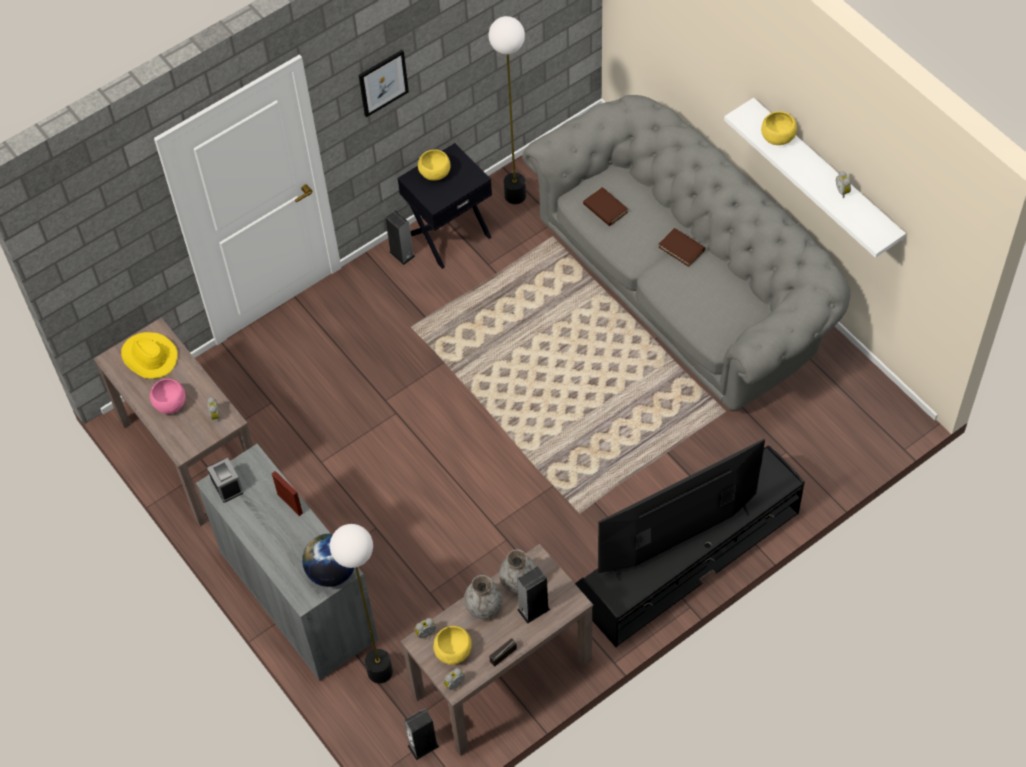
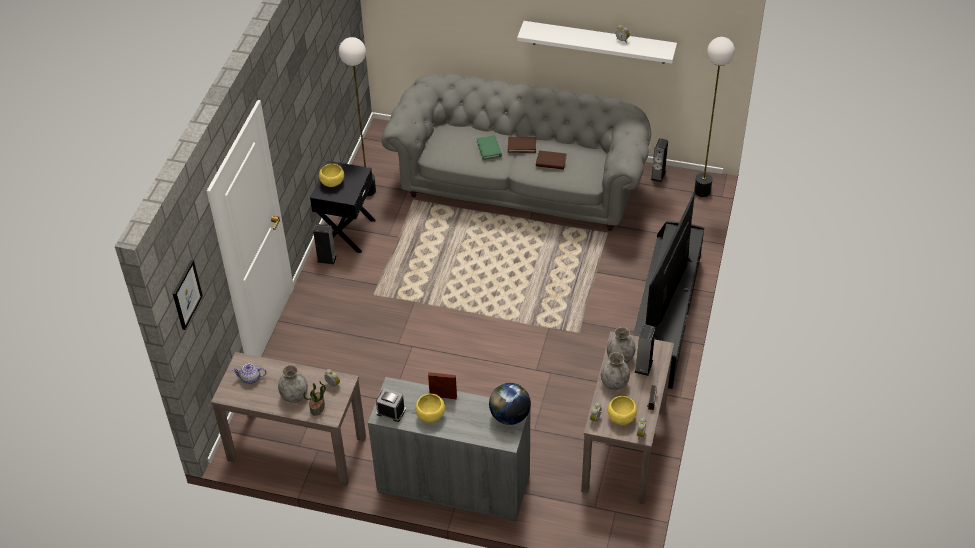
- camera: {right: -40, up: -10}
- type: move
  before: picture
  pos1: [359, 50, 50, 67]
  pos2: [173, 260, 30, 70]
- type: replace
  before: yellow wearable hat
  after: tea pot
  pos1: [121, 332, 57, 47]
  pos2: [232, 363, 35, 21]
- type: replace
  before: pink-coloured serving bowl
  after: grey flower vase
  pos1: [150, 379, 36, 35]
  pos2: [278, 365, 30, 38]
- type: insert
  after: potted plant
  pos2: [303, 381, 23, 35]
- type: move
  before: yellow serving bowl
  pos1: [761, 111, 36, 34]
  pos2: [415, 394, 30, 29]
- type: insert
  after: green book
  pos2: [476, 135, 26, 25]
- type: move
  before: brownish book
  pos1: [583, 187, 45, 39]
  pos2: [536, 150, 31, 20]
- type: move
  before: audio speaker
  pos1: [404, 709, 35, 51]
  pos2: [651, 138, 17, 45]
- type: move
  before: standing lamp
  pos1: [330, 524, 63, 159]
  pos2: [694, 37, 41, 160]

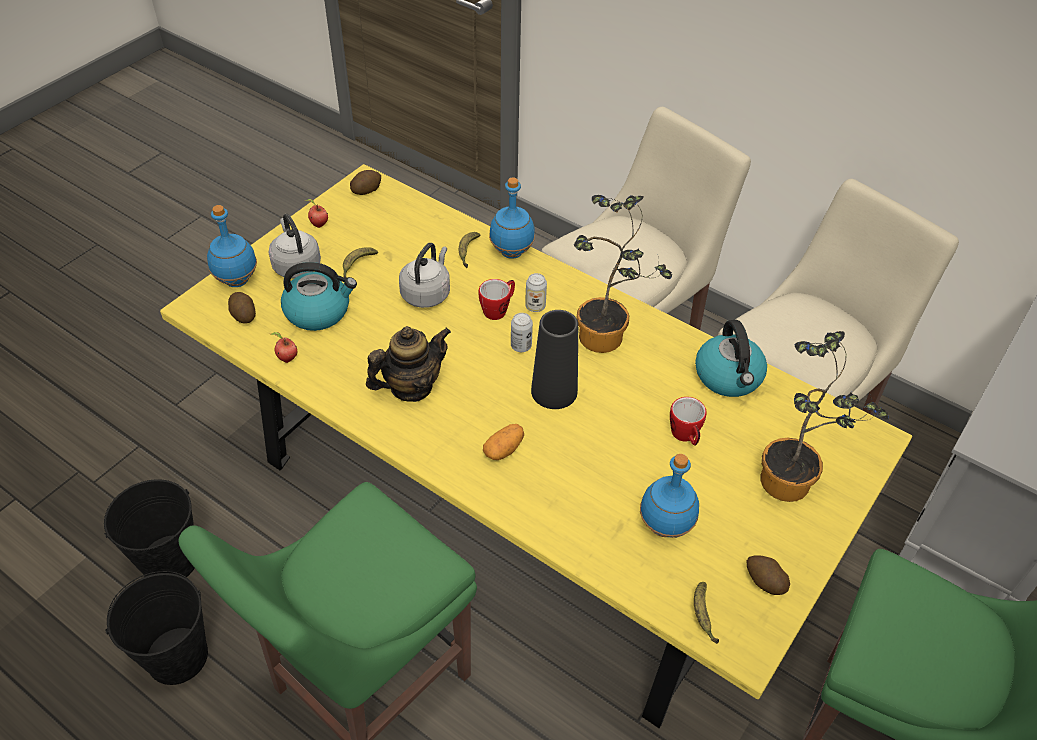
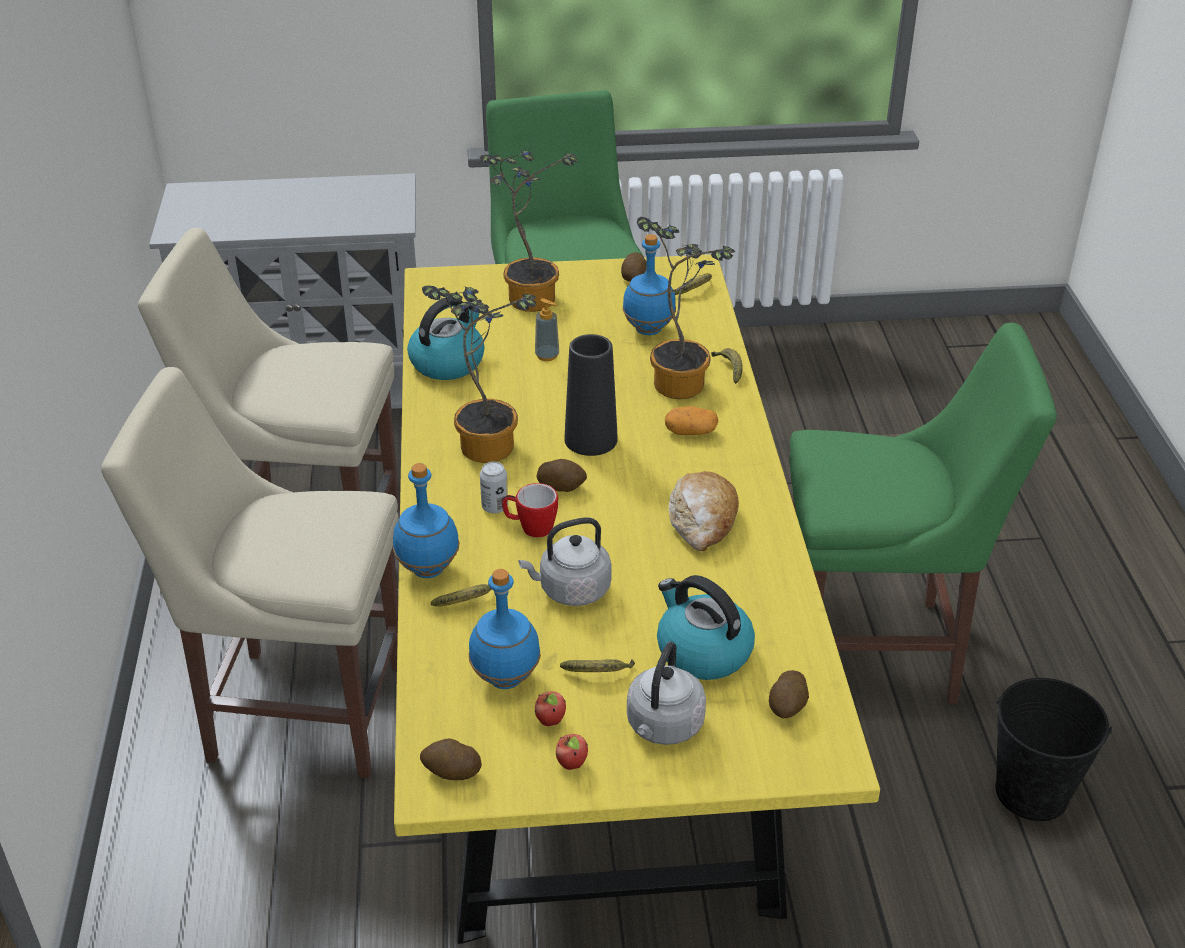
- camera: {right: -130, up: -10}
- type: move
  before: blue drink bottle
  pos1: [207, 205, 50, 82]
  pos2: [469, 569, 72, 120]
- type: replace
  before: tea mug
  after: liquid soap bottle
  pos1: [670, 397, 37, 49]
  pos2: [535, 298, 24, 63]
- type: move
  before: apple fruit
  pos1: [270, 332, 28, 31]
  pos2: [535, 691, 31, 35]
- type: replace
  before: sealed can
  after: whole potato
  pos1: [511, 313, 22, 39]
  pos2: [537, 459, 50, 33]
- type: insert
  after: potted plant
  pos2: [637, 217, 98, 182]
- type: replace
  before: tea pot
  after: bakery bread
  pos1: [366, 326, 85, 76]
  pos2: [668, 471, 71, 80]
- type: insert
  after: banana
  pos2: [711, 348, 32, 36]
- type: delete
  before: black-coloured water bucket
  pos1: [104, 479, 91, 98]

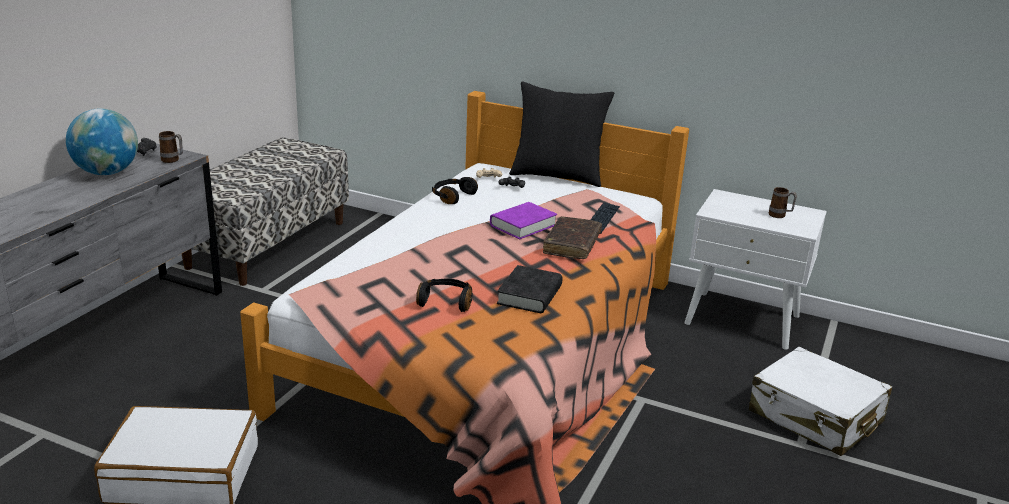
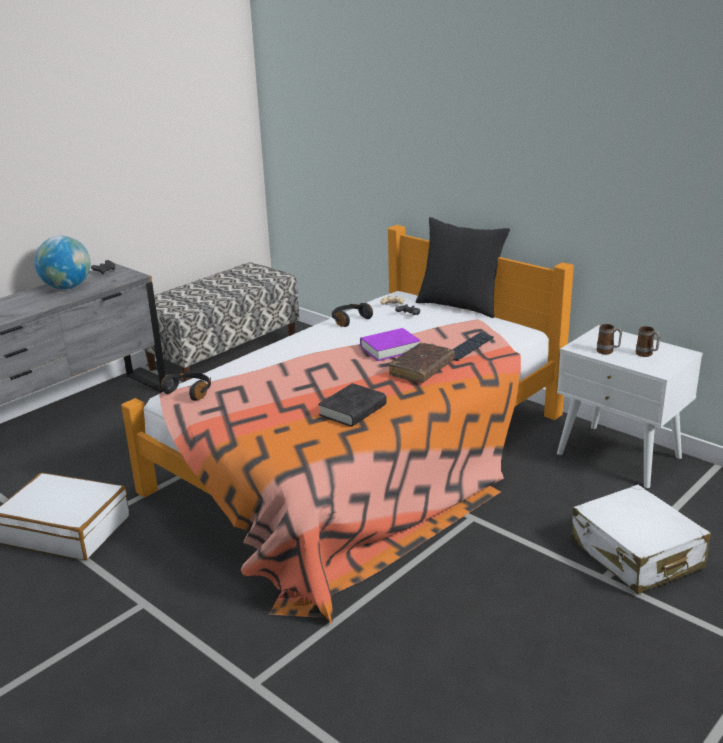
- camera: {right: 20, up: 0}
- type: move
  before: black-coloured pair of headphones
  pos1: [416, 279, 57, 33]
  pos2: [161, 372, 50, 29]
- type: move
  before: tea mug
  pos1: [159, 131, 24, 32]
  pos2: [597, 324, 25, 31]

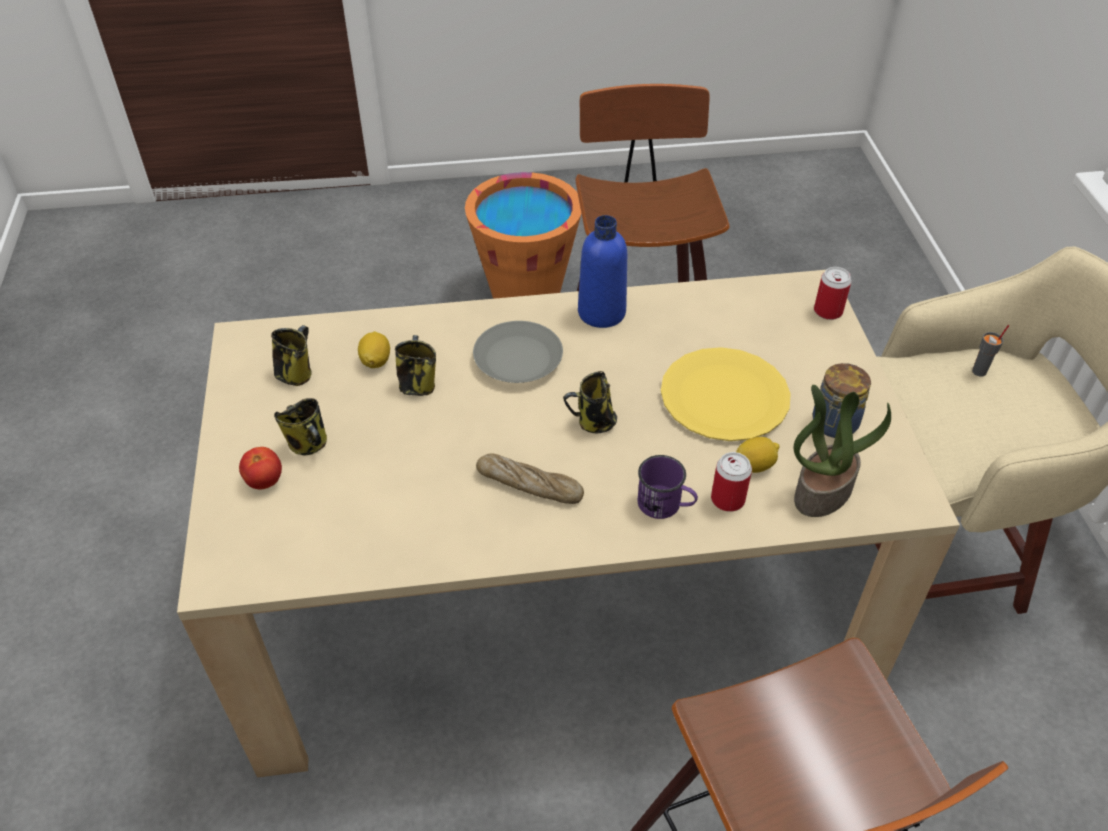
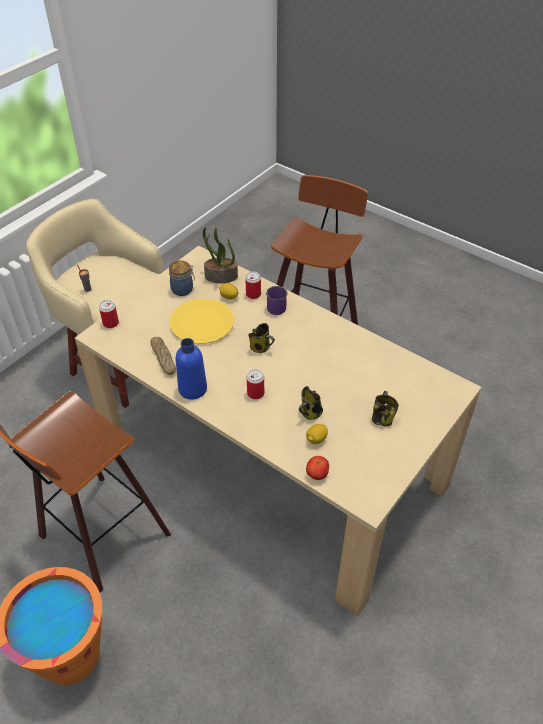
- camera: {right: -135, up: 0}
- type: move
  before: bakery bread
  pos1: [476, 454, 108, 50]
  pos2: [150, 337, 26, 38]
- type: replace
  before: grey flat dish
  after: sealed can
  pos1: [473, 321, 90, 62]
  pos2: [247, 369, 17, 30]
- type: move
  before: tomato
  pos1: [239, 447, 43, 42]
  pos2: [306, 456, 23, 24]
- type: delete
  before: tea mug
  pos1: [271, 325, 41, 61]

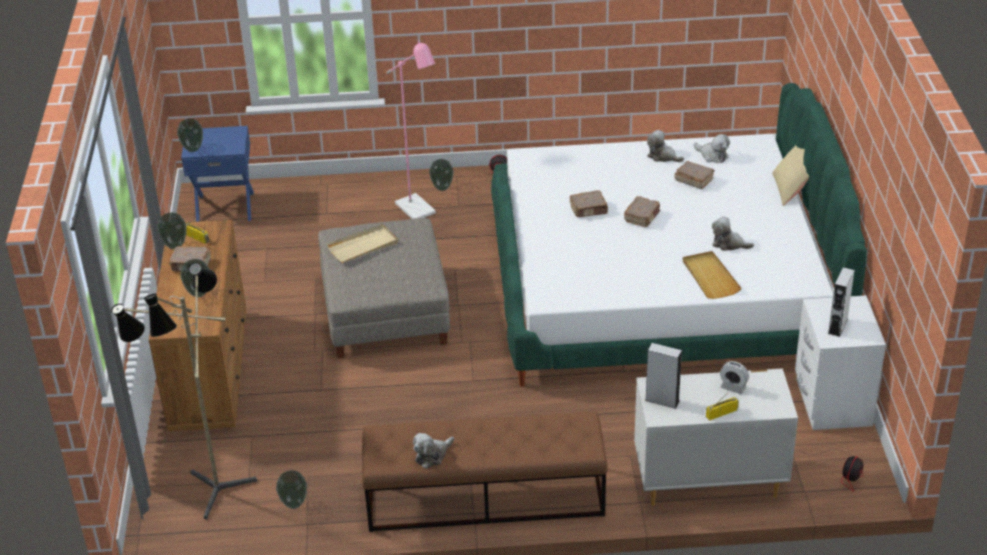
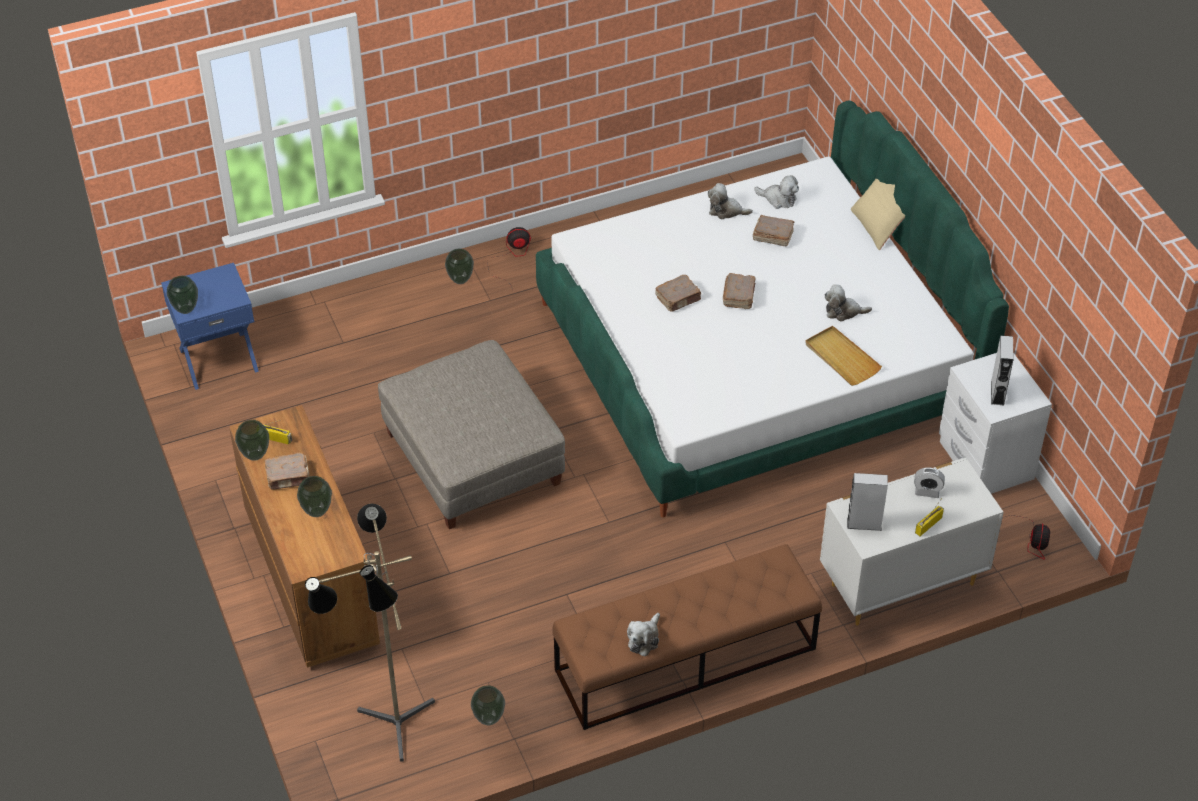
- camera: {right: -20, up: 10}
- type: delete
  before: beige-coloured tray
  pos1: [327, 224, 71, 39]
- type: delete
  before: pink-coloured standing lamp
  pos1: [386, 40, 50, 179]

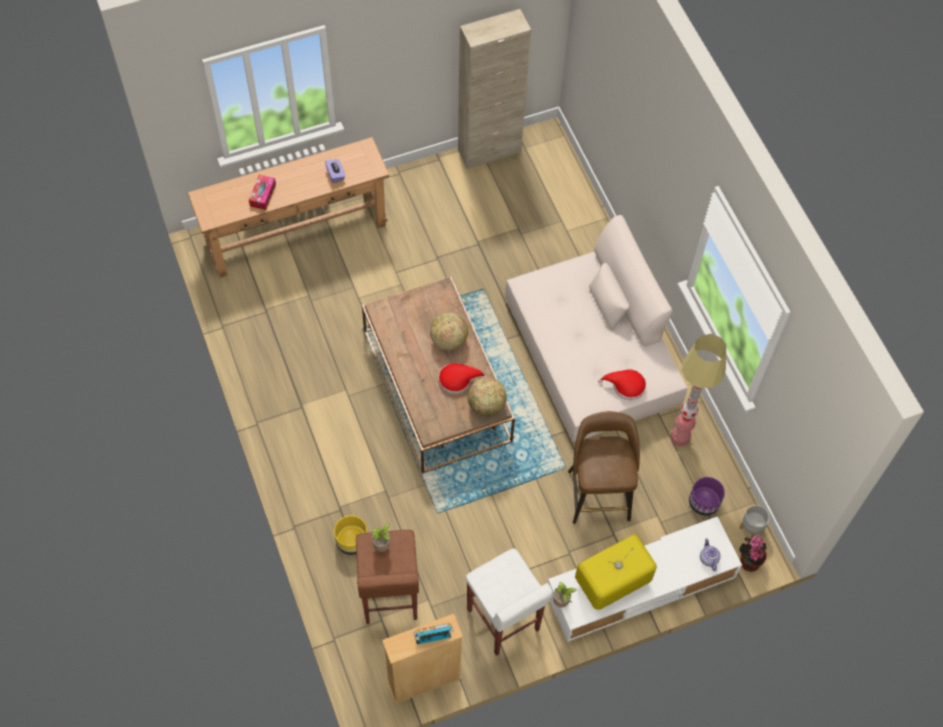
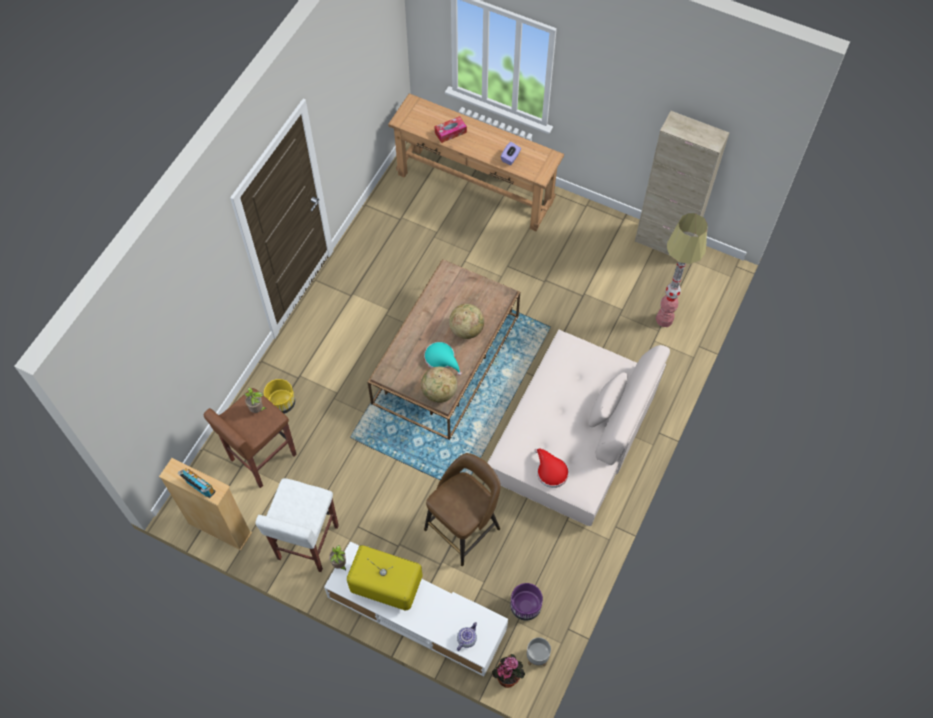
- camera: {right: 50, up: 0}
- type: recolor
  before: red-coloured wearable hat
  after: turquoise wearable hat
  pos1: [438, 363, 49, 31]
  pos2: [424, 342, 38, 34]
- type: move
  before: standing lamp
  pos1: [670, 334, 56, 113]
  pos2: [656, 213, 52, 114]

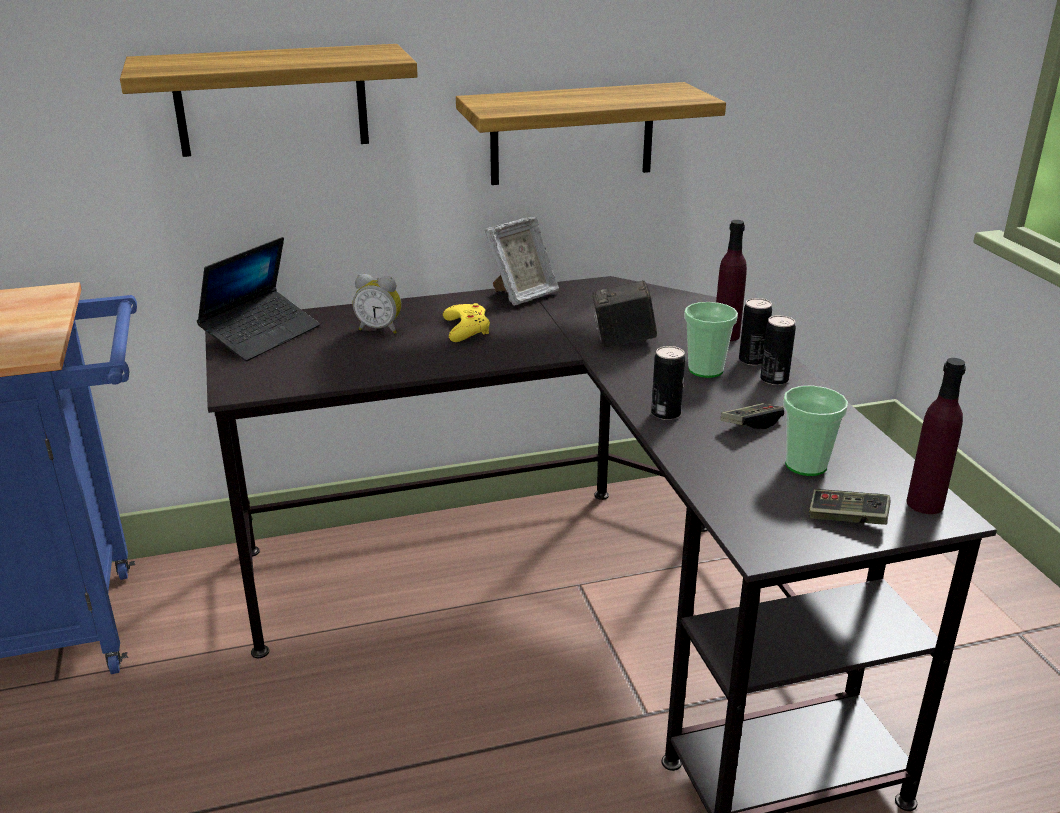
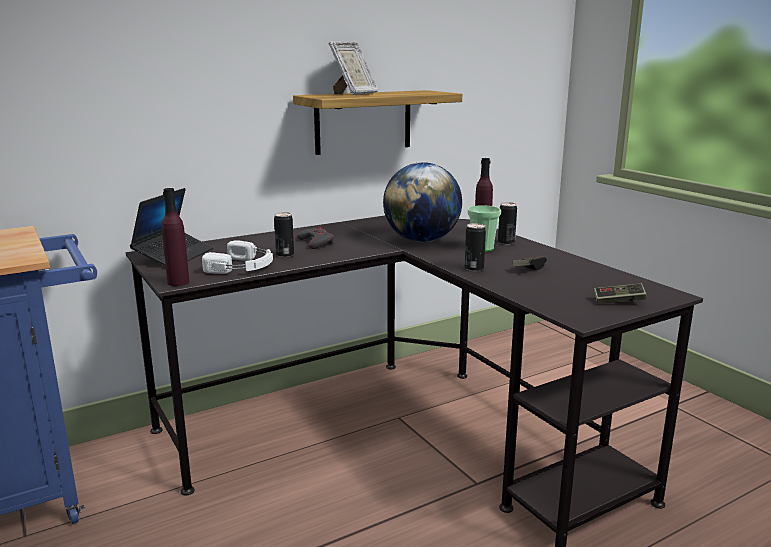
- camera: {right: -15, up: -10}
- type: move
  before: purple drink bottle
  pos1: [906, 358, 60, 156]
  pos2: [162, 188, 27, 98]
- type: insert
  after: white pair of headphones
  pos2: [202, 240, 71, 34]
- type: move
  before: sealed can
  pos1: [760, 315, 36, 70]
  pos2: [274, 212, 20, 45]
- type: recolor
  before: yellow game controller
  after: grey game controller
  pos1: [443, 303, 47, 39]
  pos2: [297, 227, 37, 22]
- type: move
  before: photo frame
  pos1: [485, 217, 74, 89]
  pos2: [329, 41, 49, 54]
- type: replace
  before: still camera
  after: globe
  pos1: [592, 281, 65, 66]
  pos2: [383, 162, 79, 80]
- type: delete
  before: bracket shelf
  pos1: [120, 44, 298, 113]
- type: delete
  before: table clock
  pos1: [353, 274, 48, 60]
- type: delete
  before: drinking cup
  pos1: [783, 386, 65, 90]

